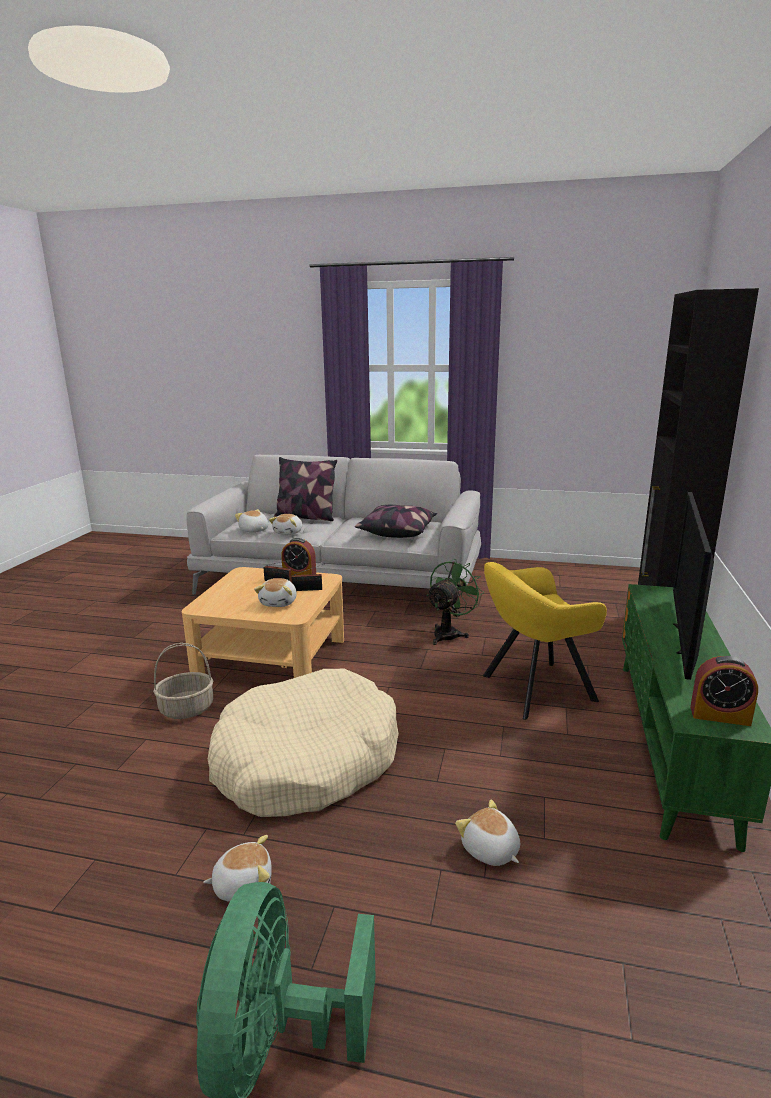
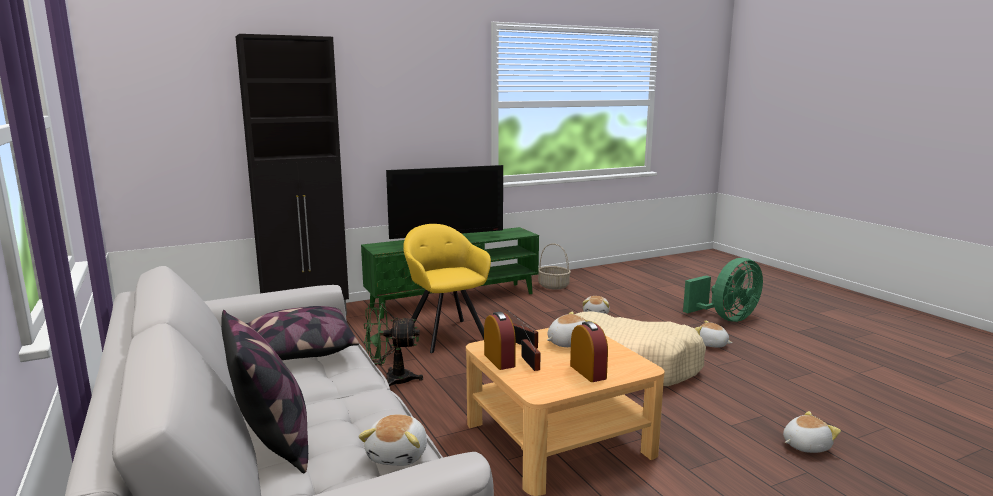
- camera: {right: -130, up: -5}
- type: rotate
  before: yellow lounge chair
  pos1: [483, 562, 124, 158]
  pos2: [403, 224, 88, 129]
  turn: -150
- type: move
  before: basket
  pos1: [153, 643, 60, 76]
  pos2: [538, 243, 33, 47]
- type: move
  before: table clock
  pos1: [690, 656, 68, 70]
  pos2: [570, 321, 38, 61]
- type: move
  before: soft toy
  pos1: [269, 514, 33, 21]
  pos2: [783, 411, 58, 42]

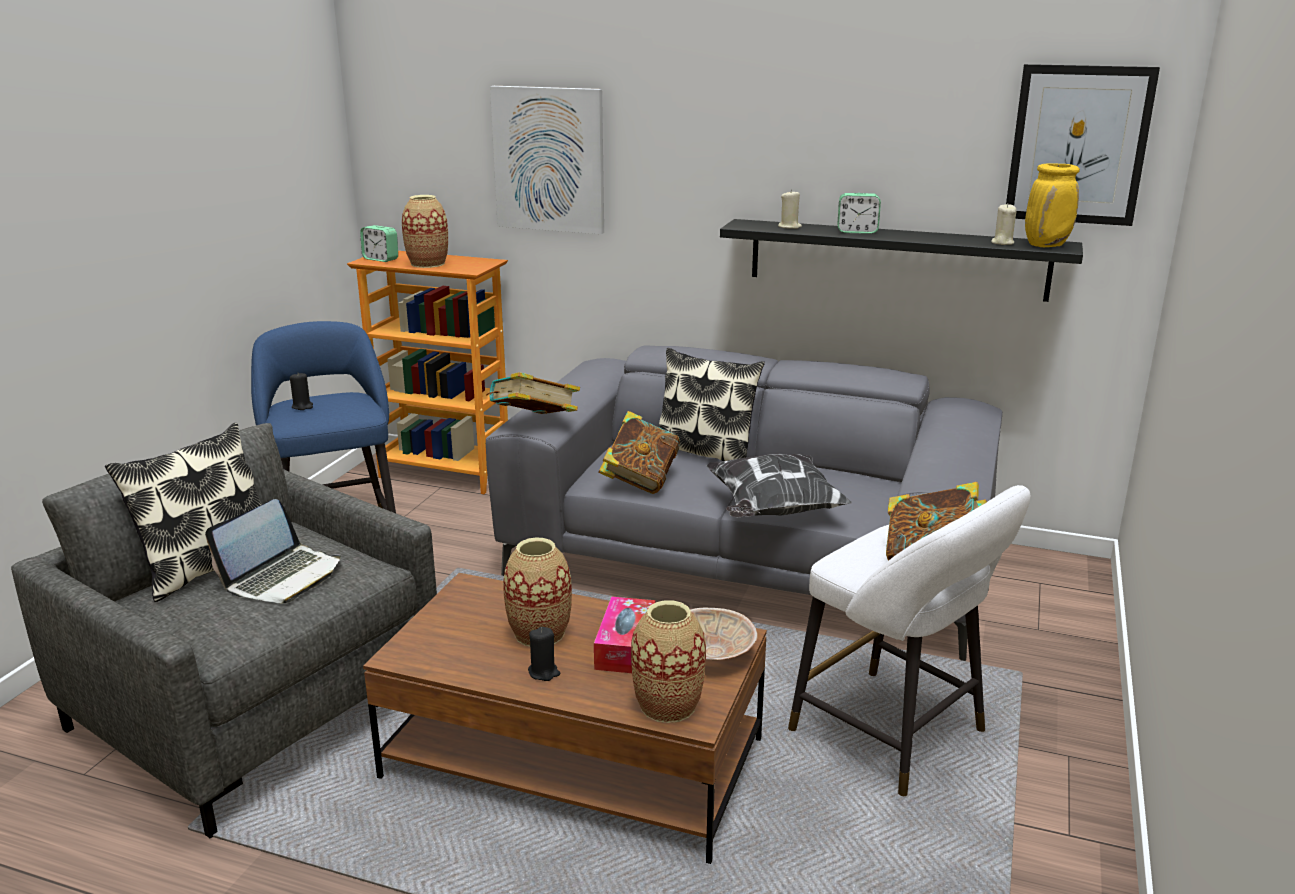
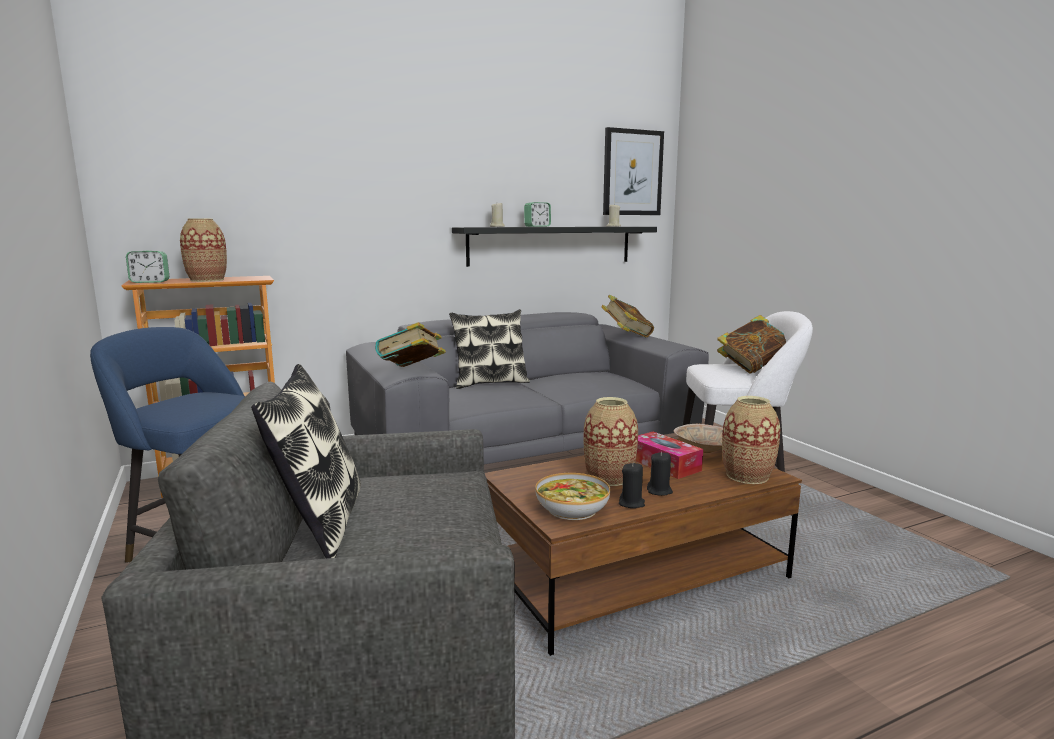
- camera: {right: -45, up: -10}
- type: insert
  after: serving bowl
  pos2: [535, 473, 75, 47]
- type: move
  before: book
  pos1: [598, 411, 82, 83]
  pos2: [601, 295, 53, 42]
- type: move
  before: black-coloured wax candle
  pos1: [290, 373, 23, 37]
  pos2: [619, 462, 26, 46]
- type: delete
  before: portable computer
  pos1: [205, 499, 136, 104]
- type: delete
  before: picture
  pos1: [490, 86, 114, 148]
- type: delete
  before: pillow
  pos1: [706, 454, 146, 63]
- type: delete
  before: yellow flower vase
  pos1: [1025, 163, 55, 84]

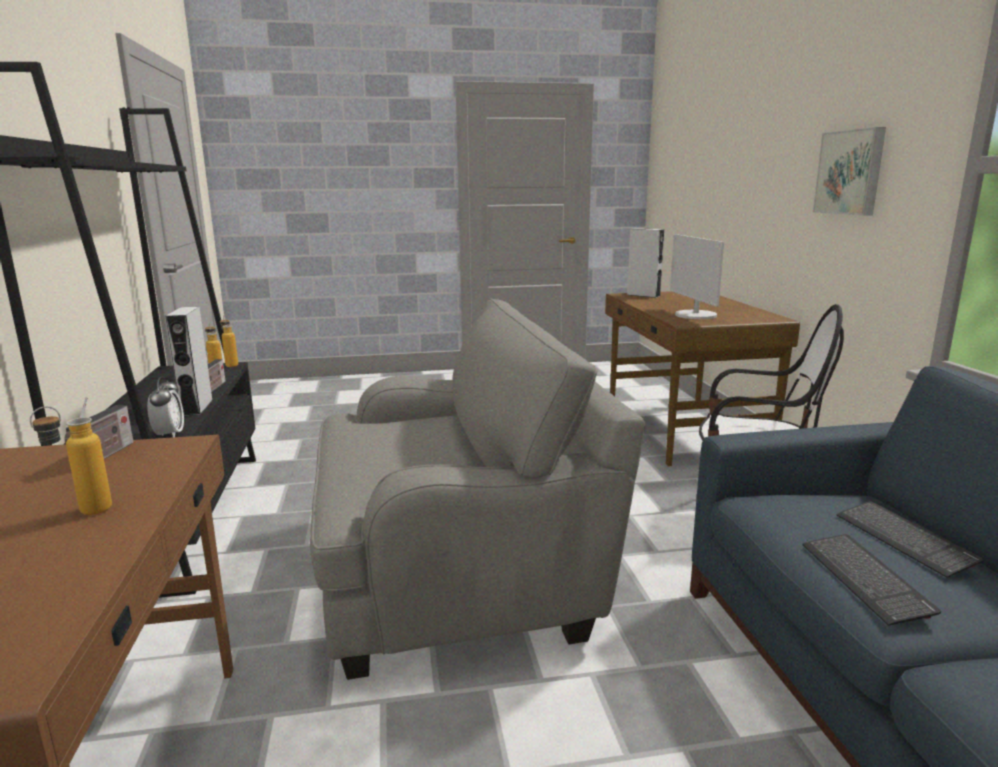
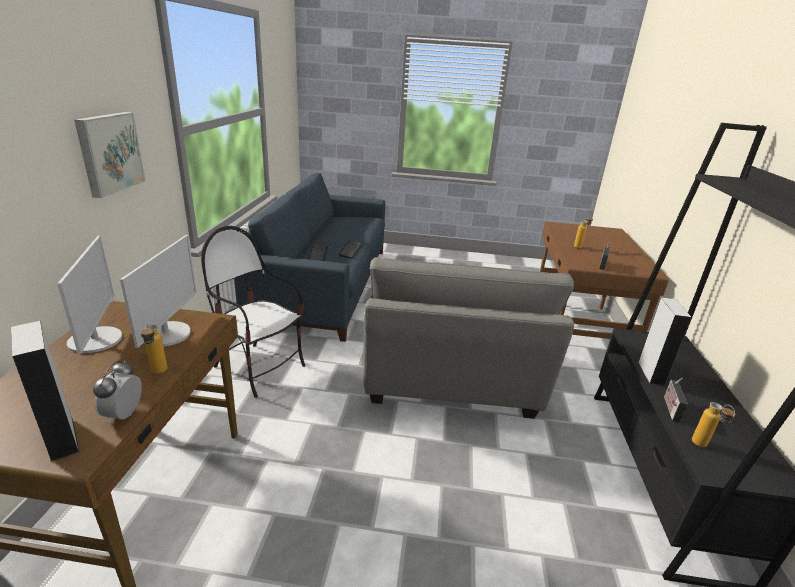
- camera: {right: -165, up: 10}
- type: insert
  after: computer screen
  pos2: [57, 236, 65, 118]
- type: move
  before: table clock
  pos1: [147, 376, 37, 61]
  pos2: [93, 361, 49, 62]
- type: move
  before: drink bottle
  pos1: [220, 315, 18, 52]
  pos2: [141, 324, 26, 50]
- type: rotate
  before: grey lounge chair
  pos1: [310, 298, 335, 382]
  pos2: [363, 257, 211, 162]
  turn: -90

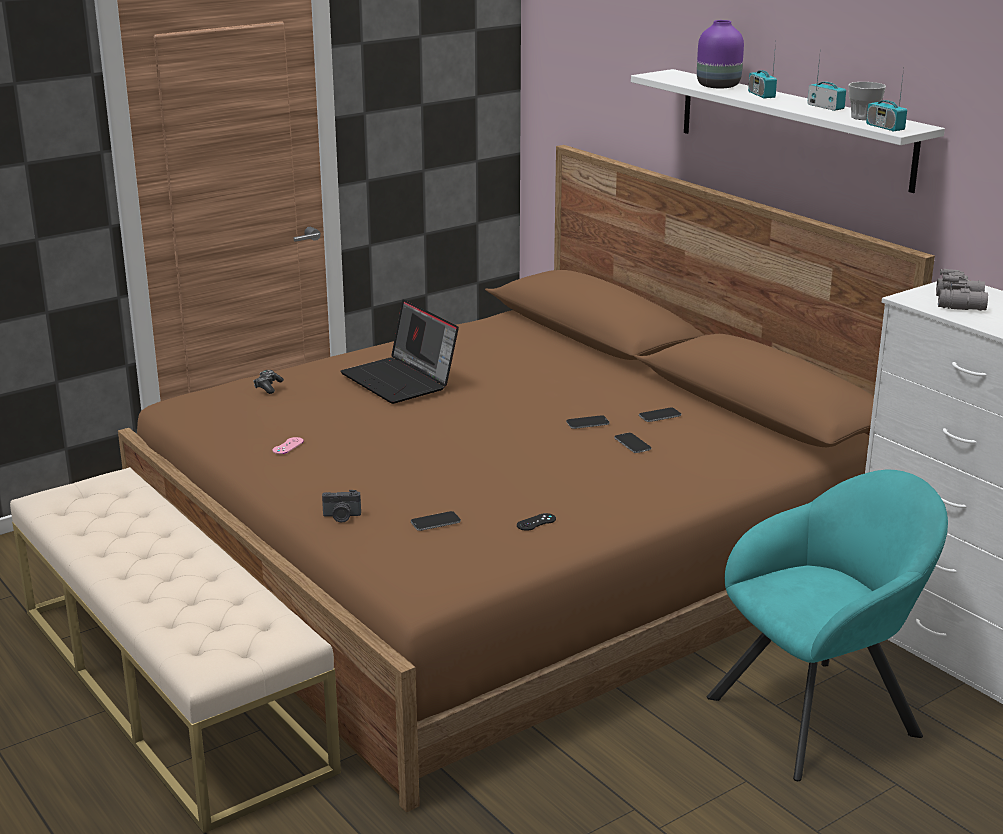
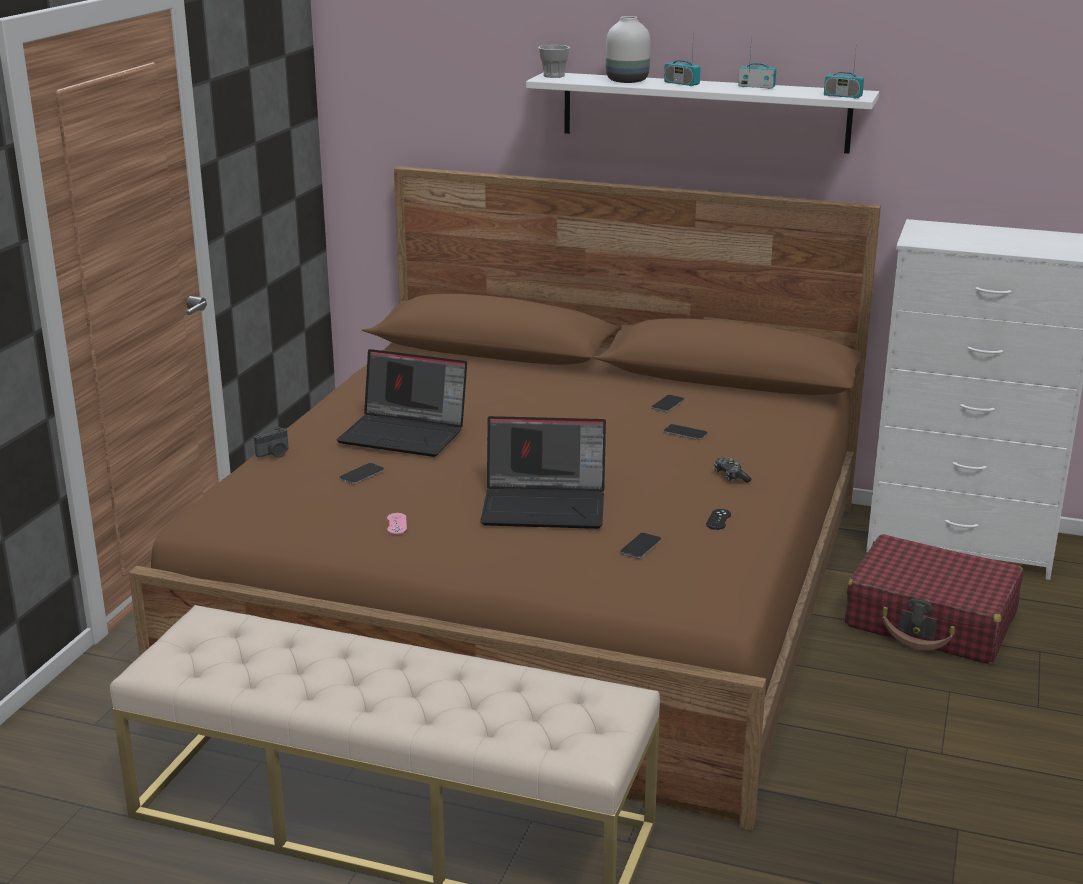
- camera: {right: -35, up: 0}
- type: move
  before: still camera
  pos1: [322, 490, 39, 33]
  pos2: [254, 427, 35, 31]
- type: move
  before: phone
  pos1: [566, 415, 44, 14]
  pos2: [339, 463, 45, 21]
- type: insert
  after: portable computer
  pos2: [480, 416, 126, 113]
- type: move
  before: drinking cup
  pos1: [848, 82, 38, 38]
  pos2: [538, 45, 32, 33]
- type: recolor
  before: purple flower vase
  after: white flower vase
  pos1: [697, 20, 47, 69]
  pos2: [606, 16, 44, 67]
- type: move
  before: game controller
  pos1: [253, 370, 31, 24]
  pos2: [714, 458, 37, 25]
- type: replace
  before: turquoise lounge chair
  after: red-coloured suitcase
  pos1: [707, 469, 241, 312]
  pos2: [845, 534, 178, 130]
- type: delete
  before: grey field glasses
  pos1: [936, 269, 52, 42]

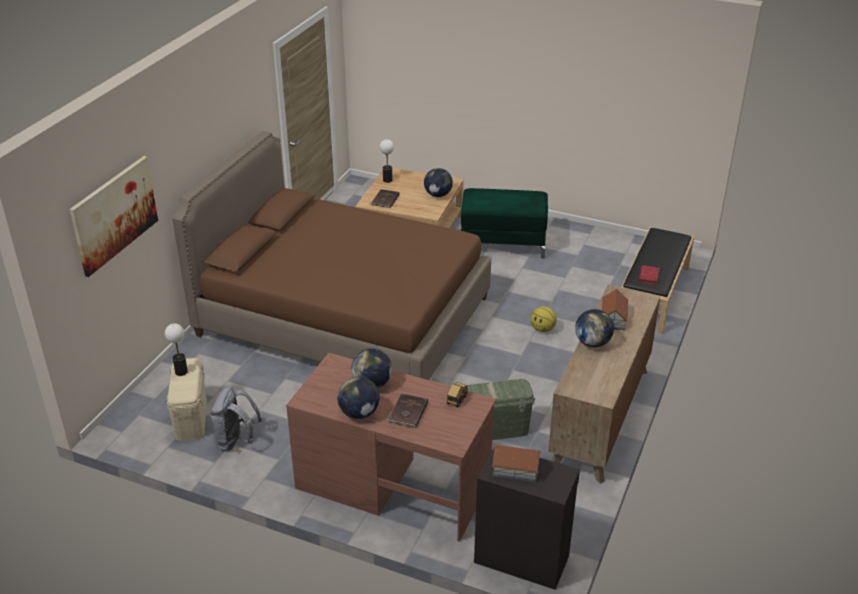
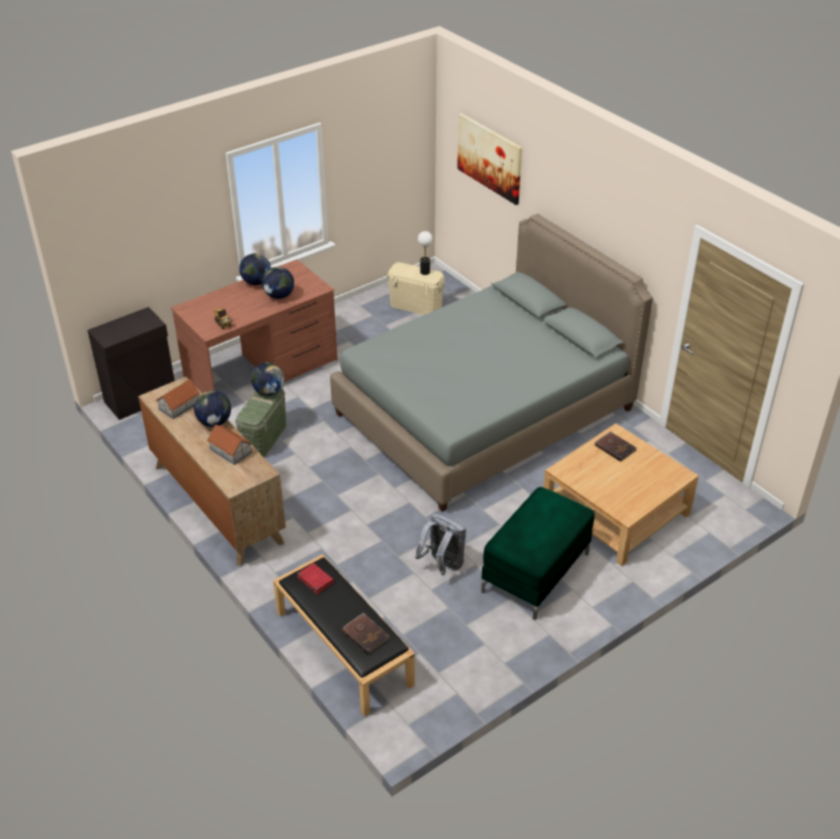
- camera: {right: 120, up: 5}
- type: move
  before: toy house
  pos1: [492, 445, 50, 37]
  pos2: [156, 379, 44, 40]
- type: move
  before: globe
  pos1: [424, 168, 29, 29]
  pos2: [251, 362, 34, 34]
- type: recolor
  before: brownish sleeping bed
  after: grey sleeping bed
  pos1: [172, 131, 319, 249]
  pos2: [330, 214, 323, 298]
- type: move
  before: brownish book
  pos1: [386, 394, 42, 34]
  pos2: [342, 613, 48, 41]
- type: move
  before: grey backpack
  pos1: [209, 387, 53, 65]
  pos2: [415, 514, 51, 61]
- type: delete
  before: lamp for a table
  pos1: [380, 139, 14, 44]
- type: delete
  before: ball for basketball
  pos1: [531, 306, 26, 26]

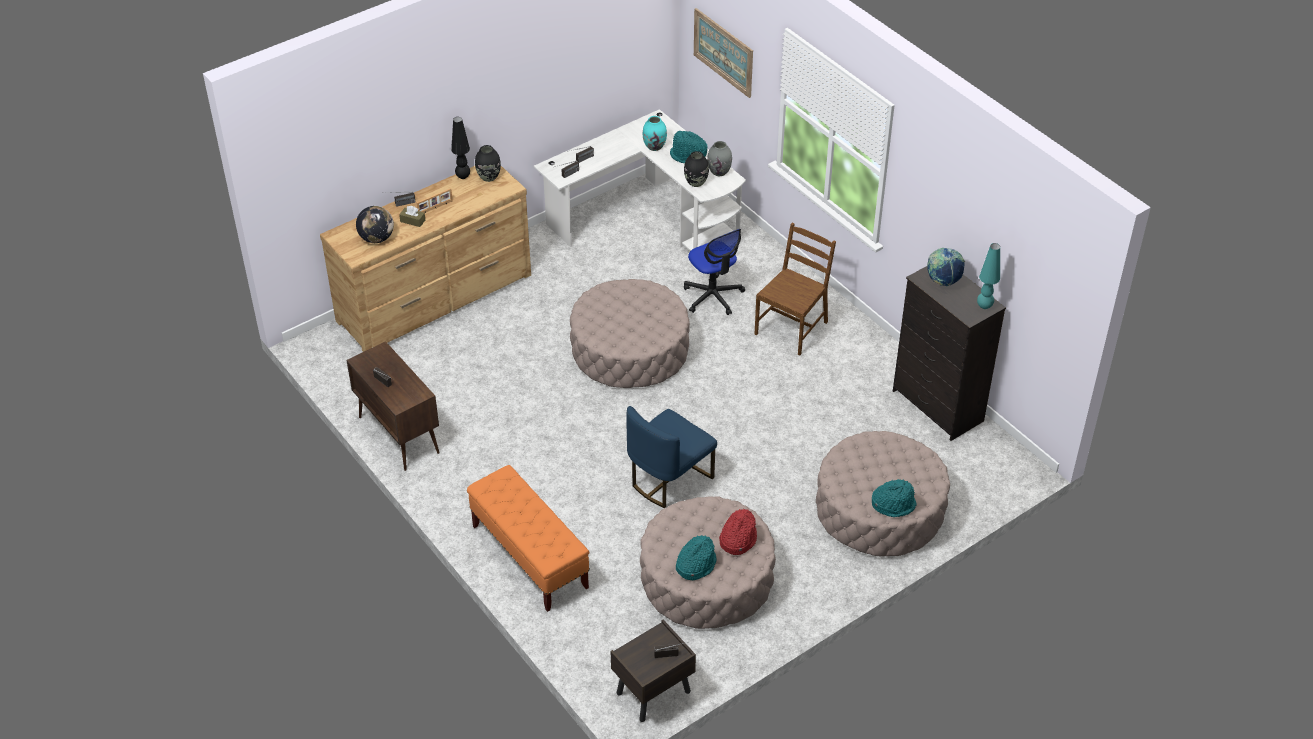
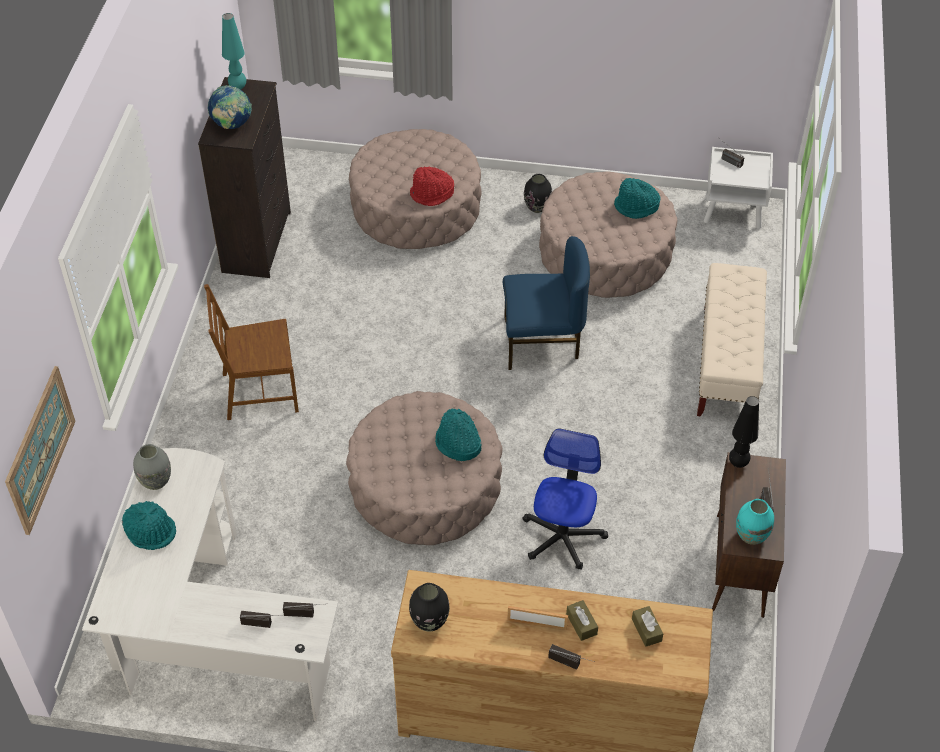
- camera: {right: -135, up: 5}
- type: move
  before: red-coloured wearable hat
  pos1: [719, 509, 38, 46]
  pos2: [410, 166, 44, 40]
- type: move
  before: turquoise wearable hat
  pos1: [872, 479, 44, 38]
  pos2: [435, 409, 47, 52]
- type: move
  before: desk chair
  pos1: [684, 229, 61, 86]
  pos2: [522, 428, 86, 142]
- type: move
  before: black-coloured flower vase
  pos1: [684, 151, 25, 36]
  pos2: [524, 174, 28, 39]
- type: replace
  before: globe
  after: brownish tissue holder
  pos1: [356, 206, 38, 37]
  pos2: [632, 606, 31, 41]
- type: recolor
  before: orangey bench
  after: beige-coloured bench
  pos1: [467, 465, 123, 147]
  pos2: [697, 263, 70, 153]
- type: recolor
  before: brownish bedside table
  after: white bedside table
  pos1: [611, 620, 85, 102]
  pos2: [704, 147, 69, 82]
- type: move
  before: black-coloured lamp for a table
  pos1: [451, 117, 19, 62]
  pos2: [729, 396, 30, 72]
- type: move
  before: turquoise flower vase
  pos1: [643, 116, 24, 35]
  pos2: [736, 499, 38, 46]

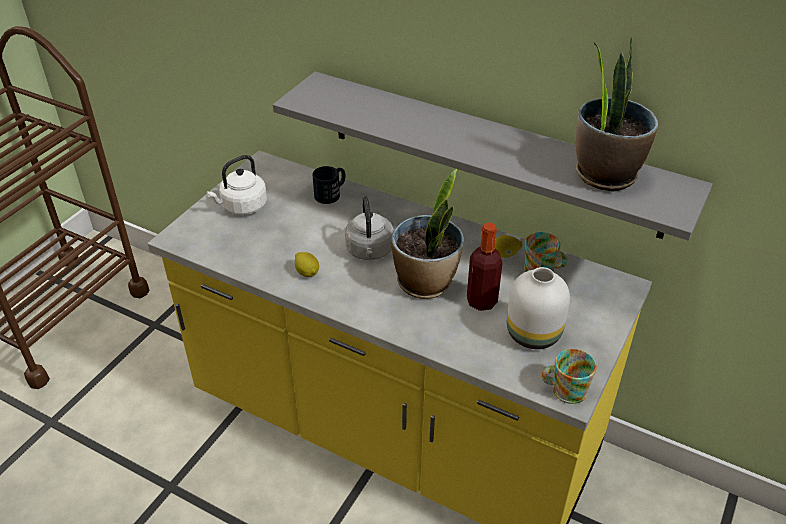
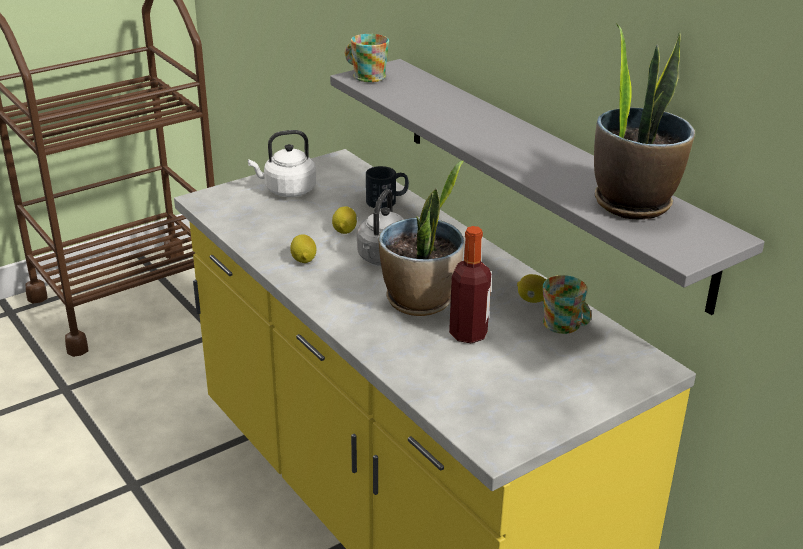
- camera: {right: 25, up: -10}
- type: insert
  after: whole lemon
  pos2: [332, 206, 25, 28]
- type: move
  before: tea mug
  pos1: [541, 349, 56, 55]
  pos2: [345, 34, 44, 48]
- type: delete
  before: white flower vase
  pos1: [507, 267, 63, 82]

